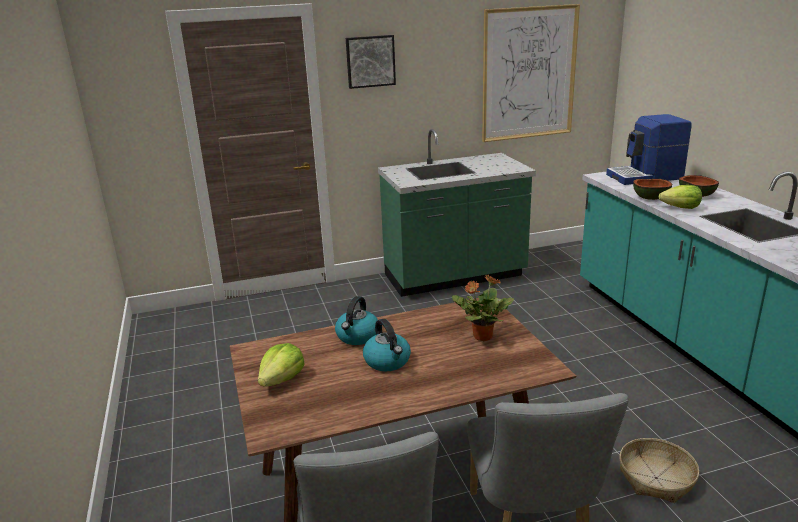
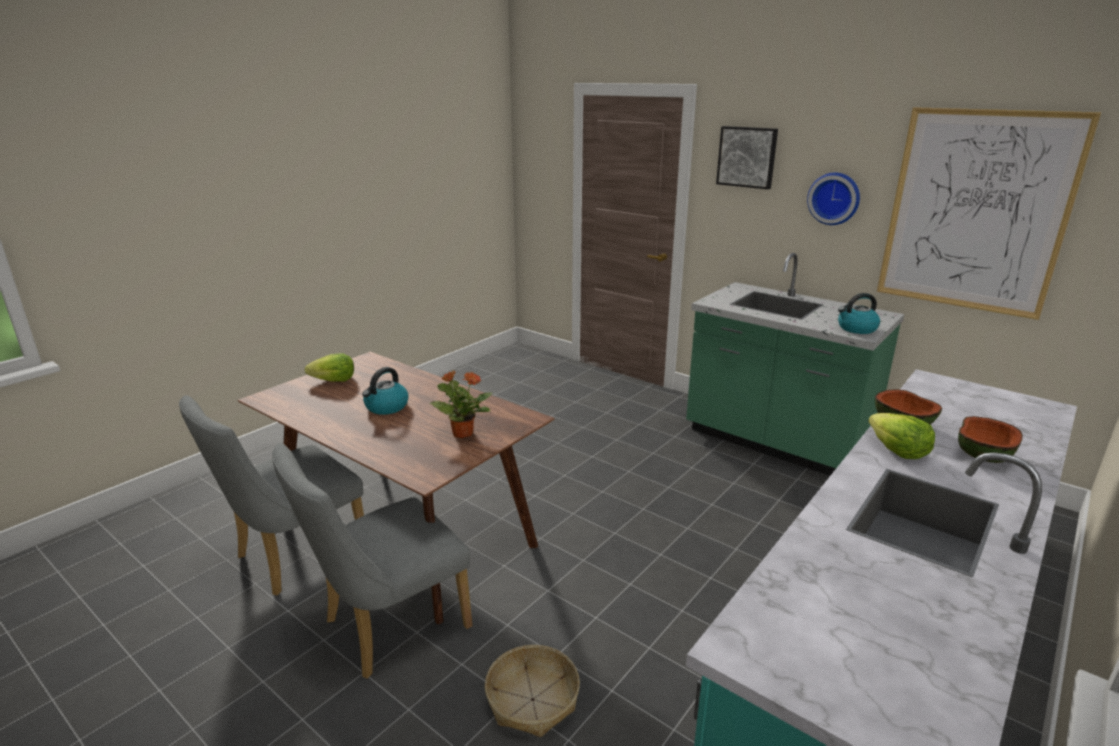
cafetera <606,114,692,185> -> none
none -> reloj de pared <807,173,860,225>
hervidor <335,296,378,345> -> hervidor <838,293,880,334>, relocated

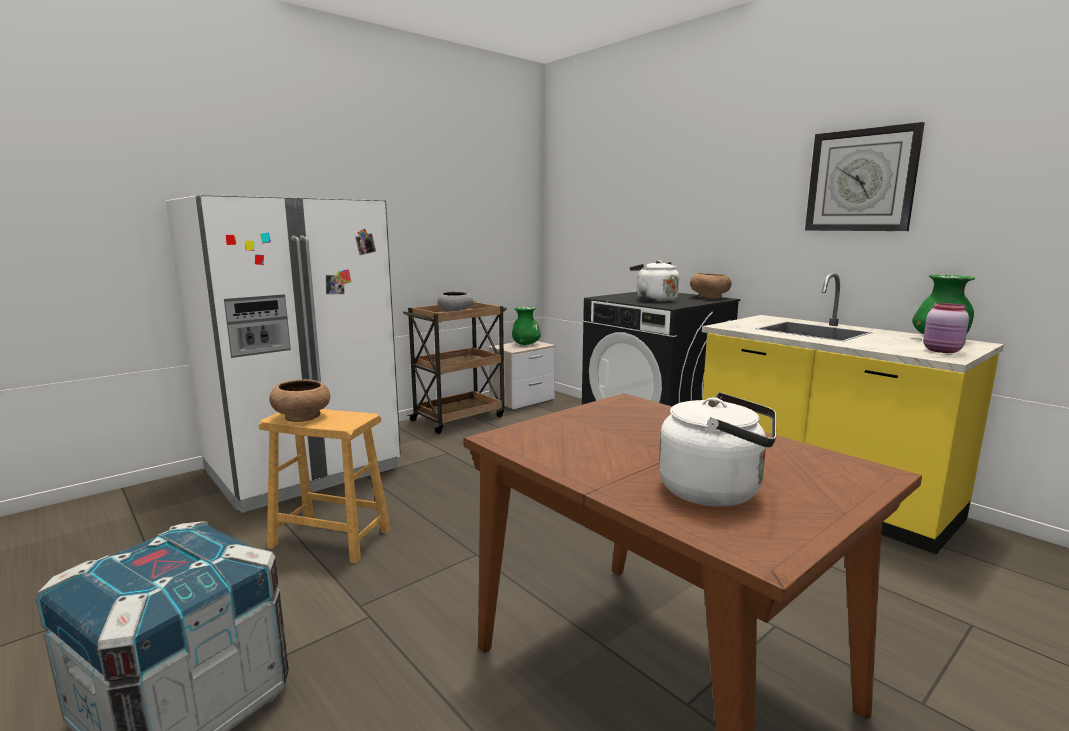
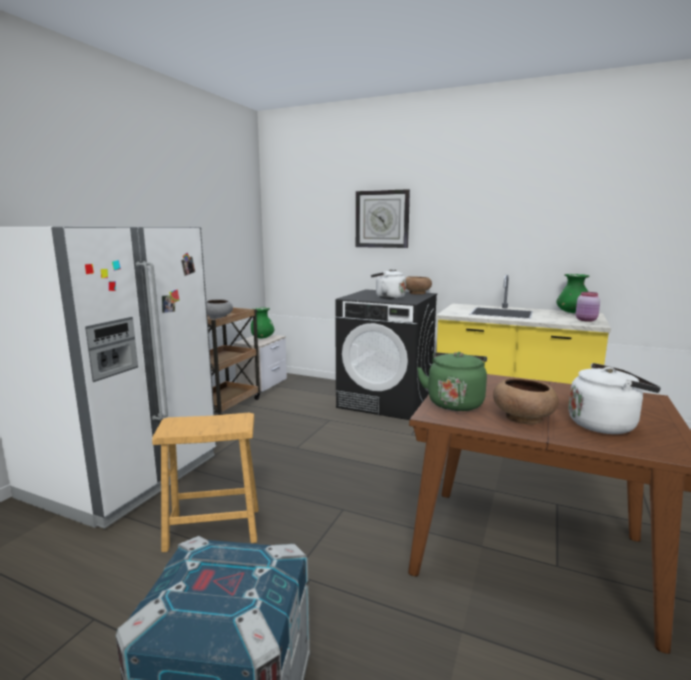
none -> hervidor/verde <417,352,487,411>
cuenco/marrón <270,379,330,422> -> cuenco/marrón <493,378,559,424>, relocated
reloj de pared <805,122,925,231> -> reloj de pared <356,189,410,248>, relocated

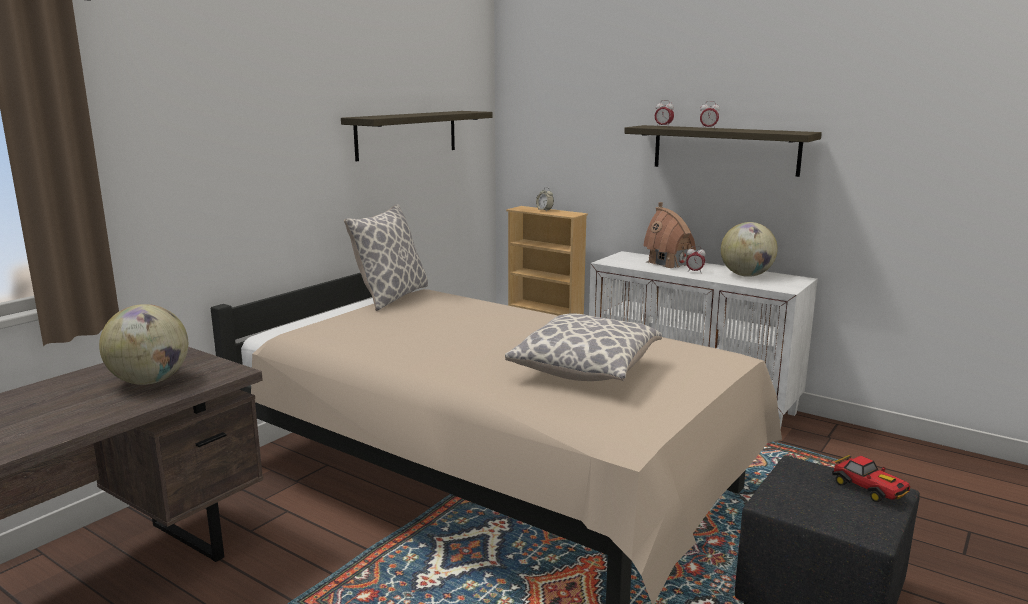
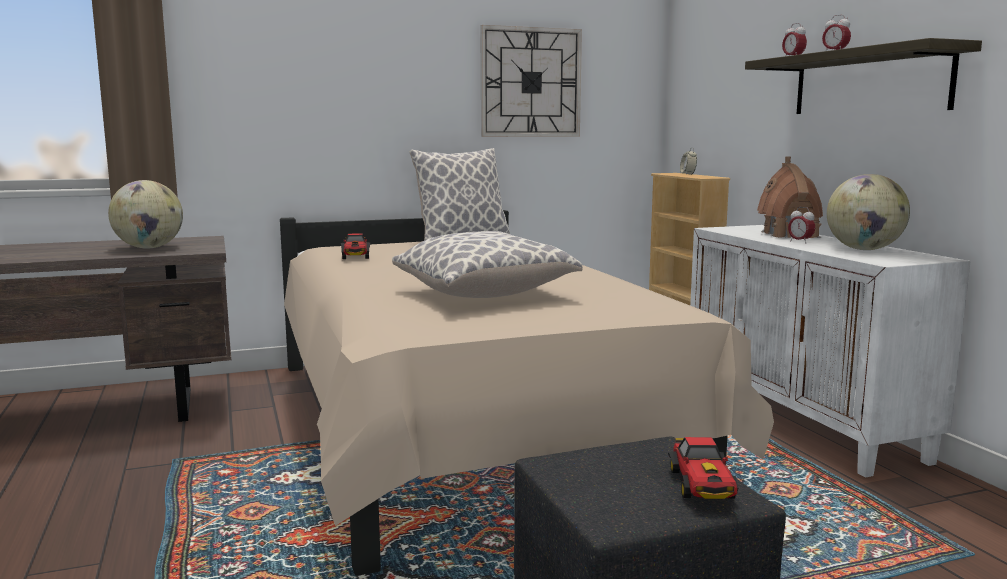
none -> coche de juguete <341,233,370,259>
estante <341,111,493,162> -> reloj de pared <480,25,582,137>

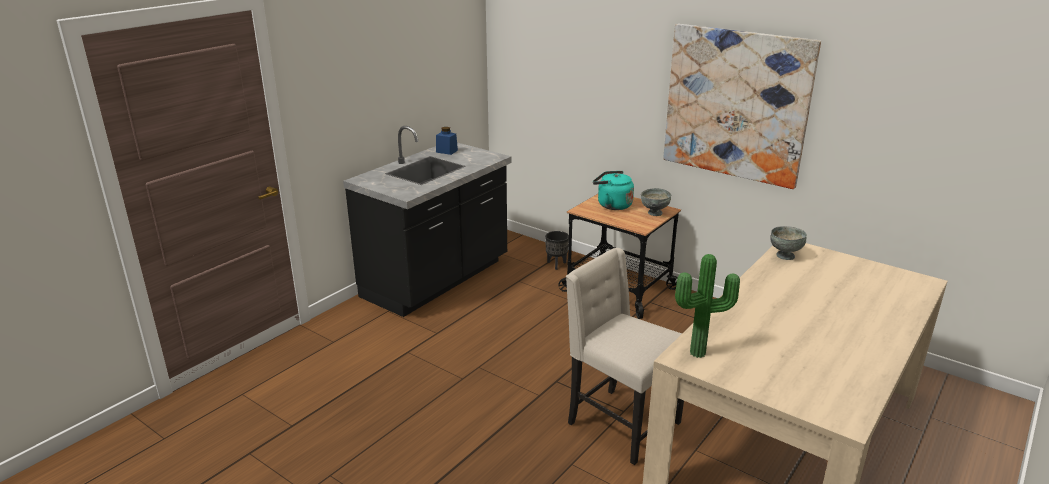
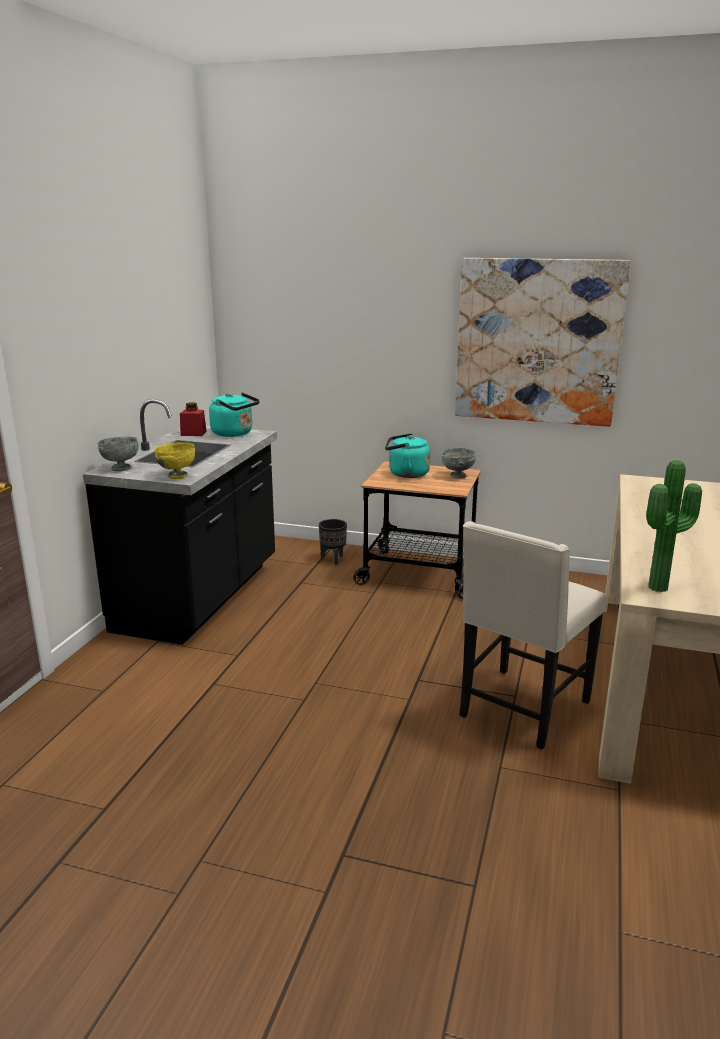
none -> cuenco/amarillo <155,442,195,479>
none -> hervidor/turquesa <209,392,260,437>
cuenco/gris <771,226,807,260> -> cuenco/gris <98,436,139,471>, relocated
tarro/azul <436,127,458,155> -> tarro/rojo <180,402,207,436>
silla/beis <566,248,684,465> -> silla/beis <460,521,606,750>, 75 degrees counterclockwise

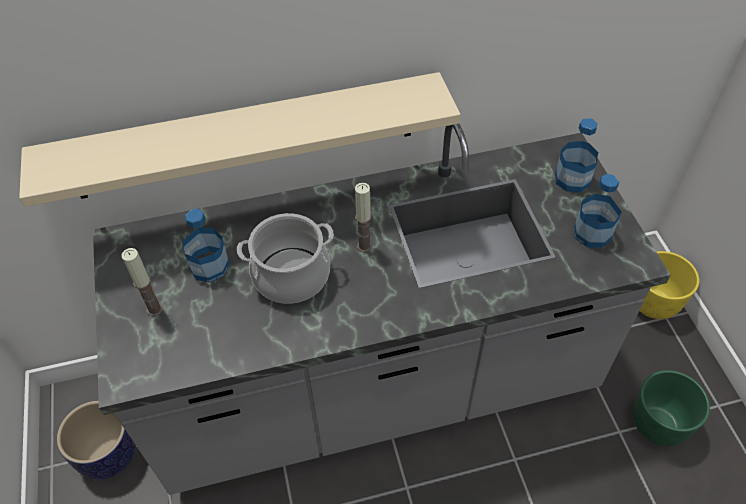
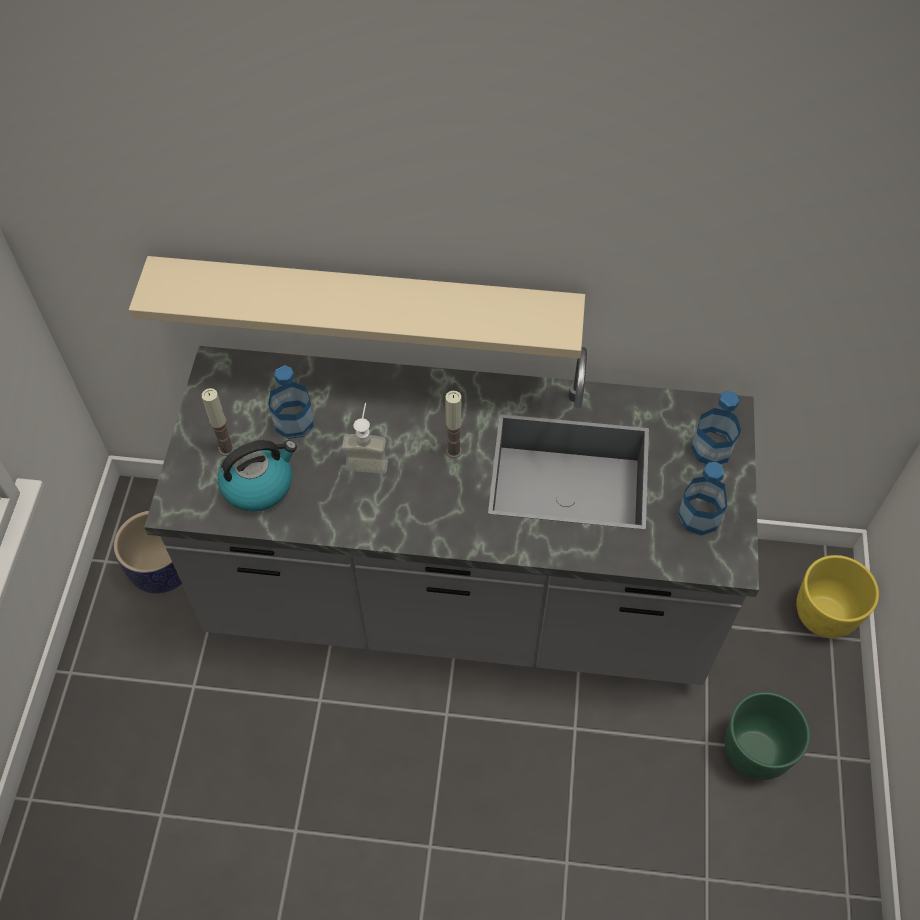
none -> hervidor <218,440,297,512>
olla <237,213,334,304> -> dispensador de jabón <342,403,388,474>

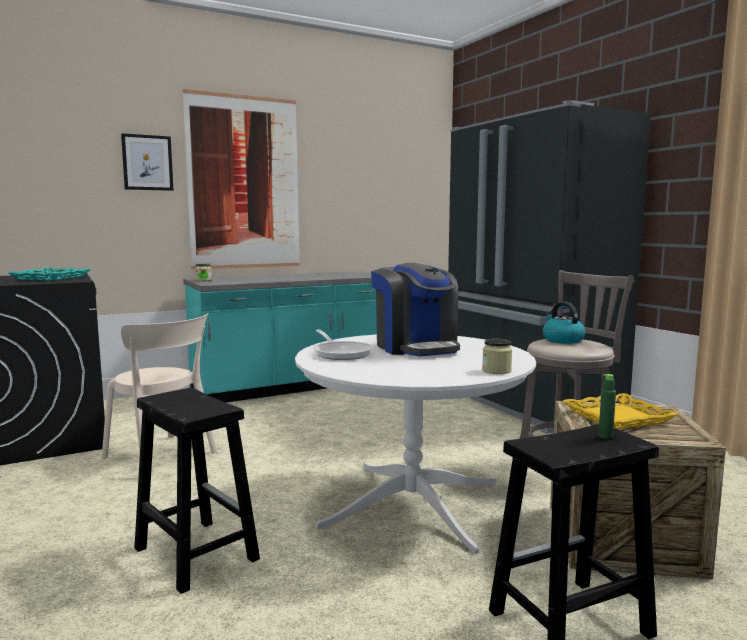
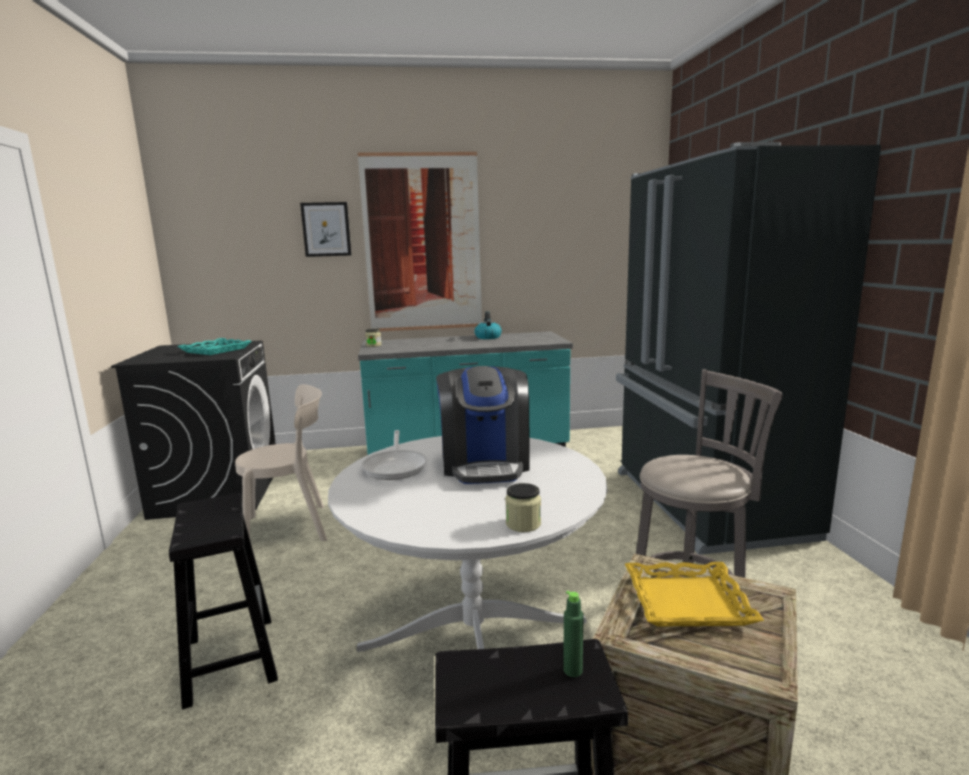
hervidor <543,302,586,344> -> hervidor <474,311,502,339>, relocated
silla/beis <102,313,217,459> -> silla/beis <235,385,327,541>, 75 degrees counterclockwise

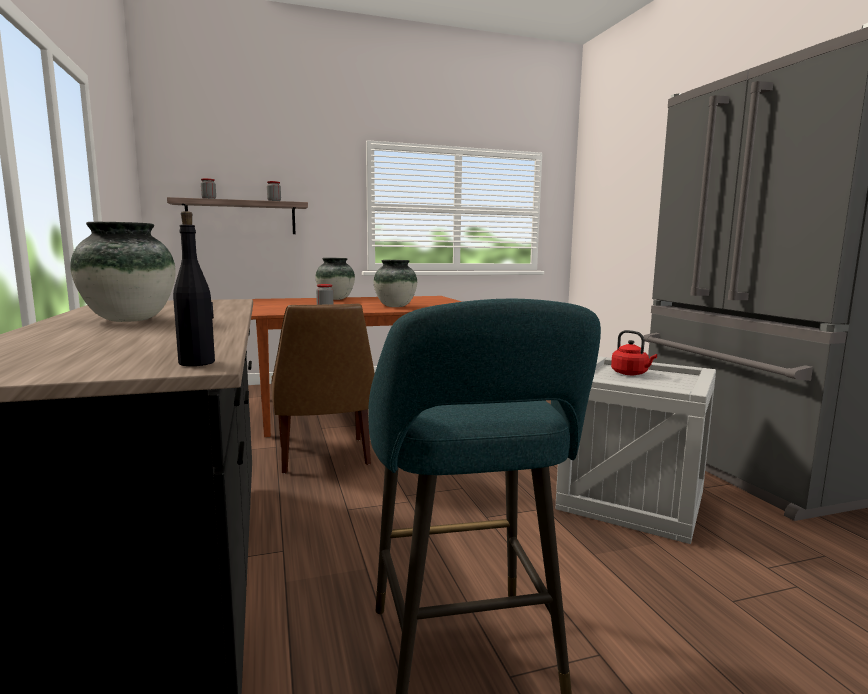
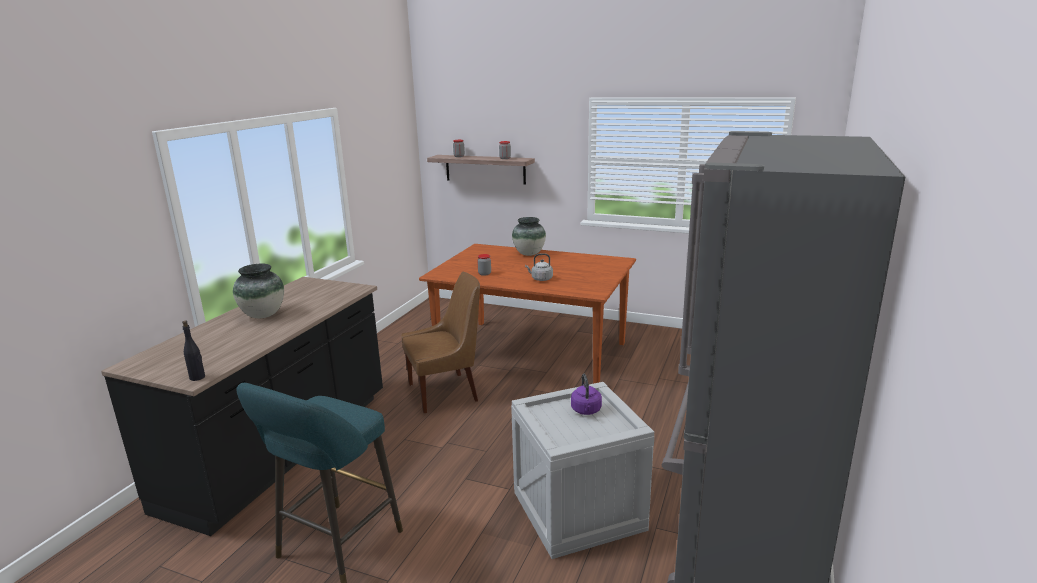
florero <374,260,417,307> -> hervidor/gris <525,253,553,281>
hervidor/rojo <611,330,657,375> -> hervidor/morado <571,374,602,415>
silla/marrón <271,304,375,474> -> silla/marrón <401,272,480,413>, 135 degrees counterclockwise

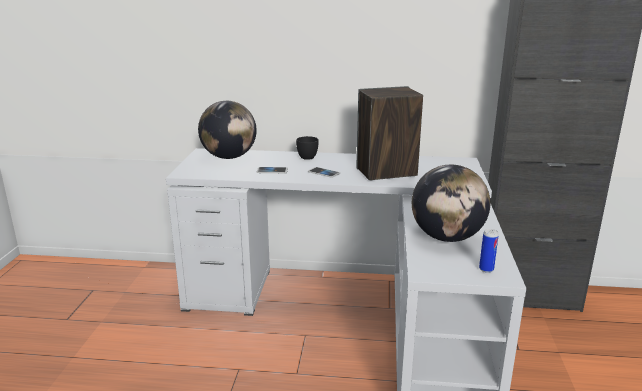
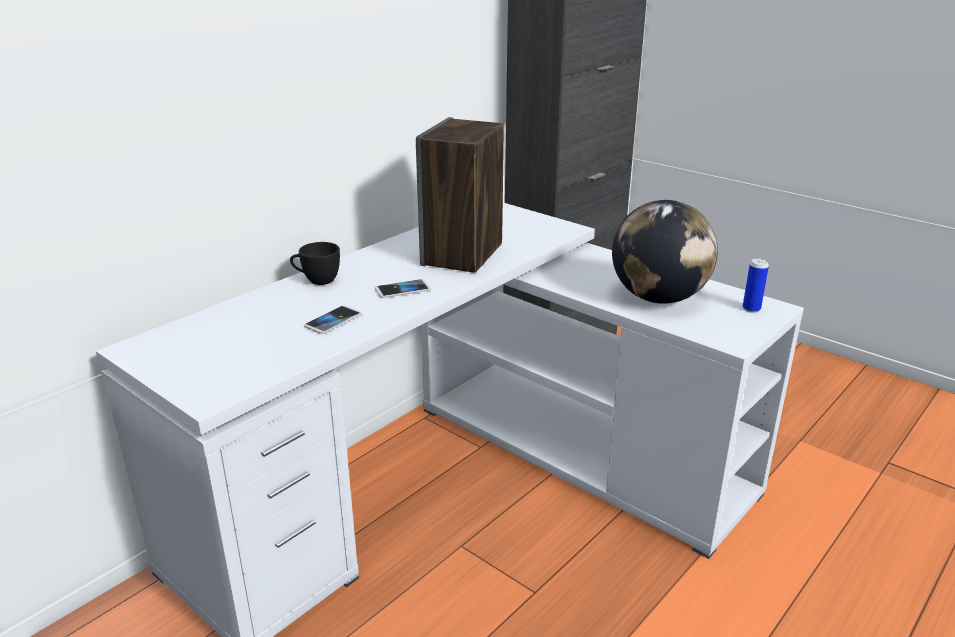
globo terráqueo <198,101,257,159> -> none

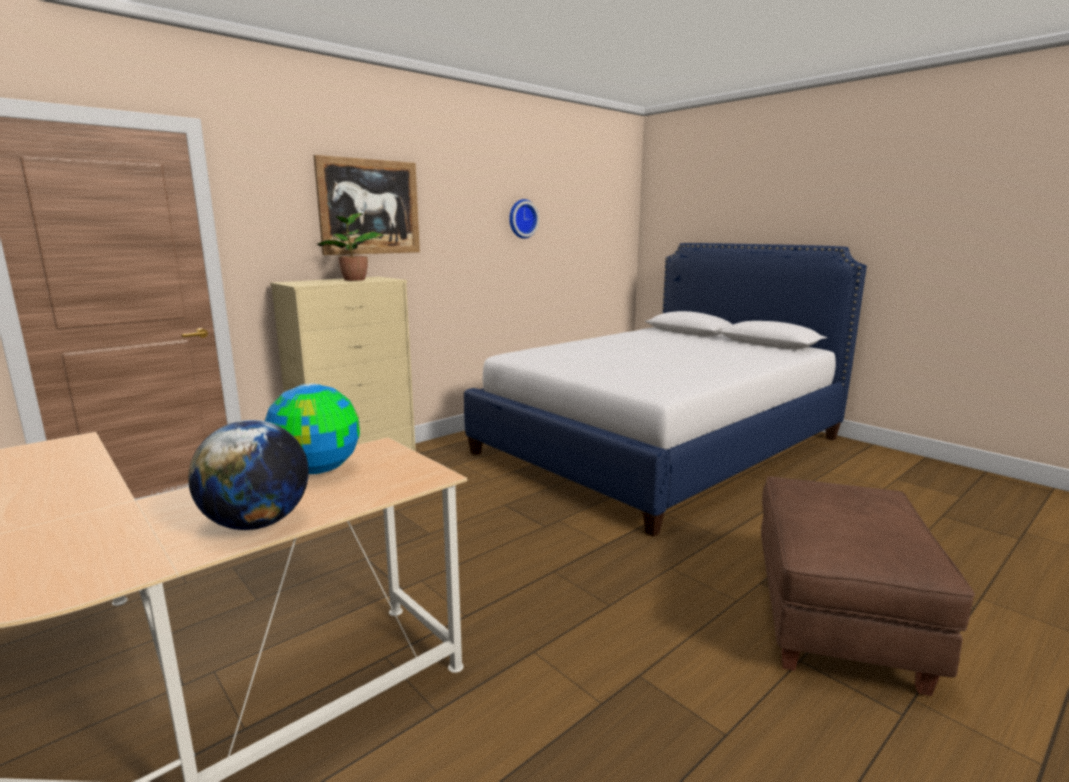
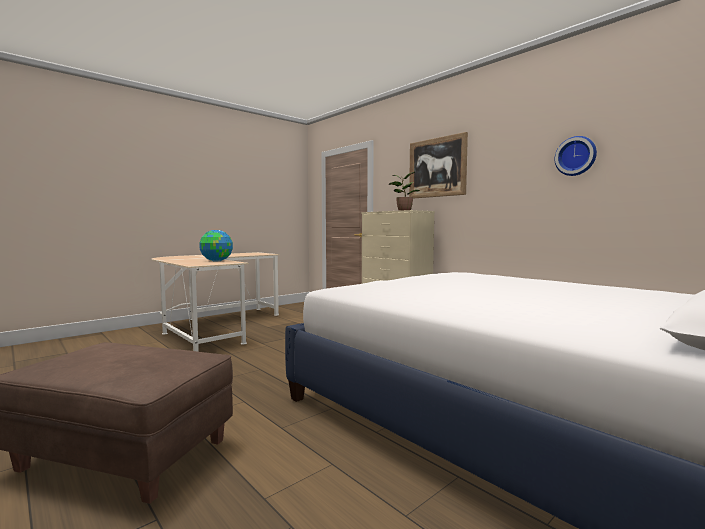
globo terráqueo <188,420,309,530> -> none

